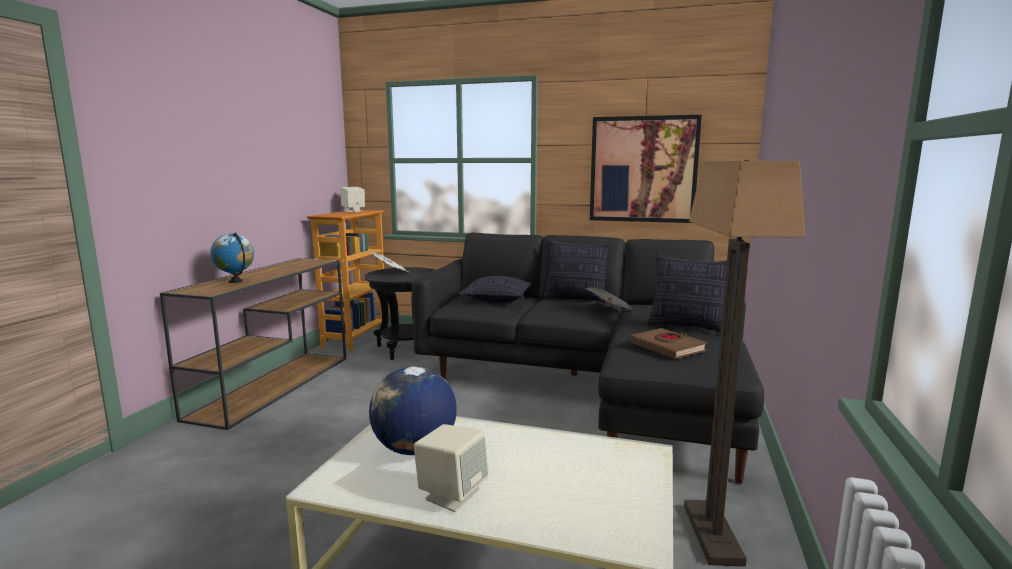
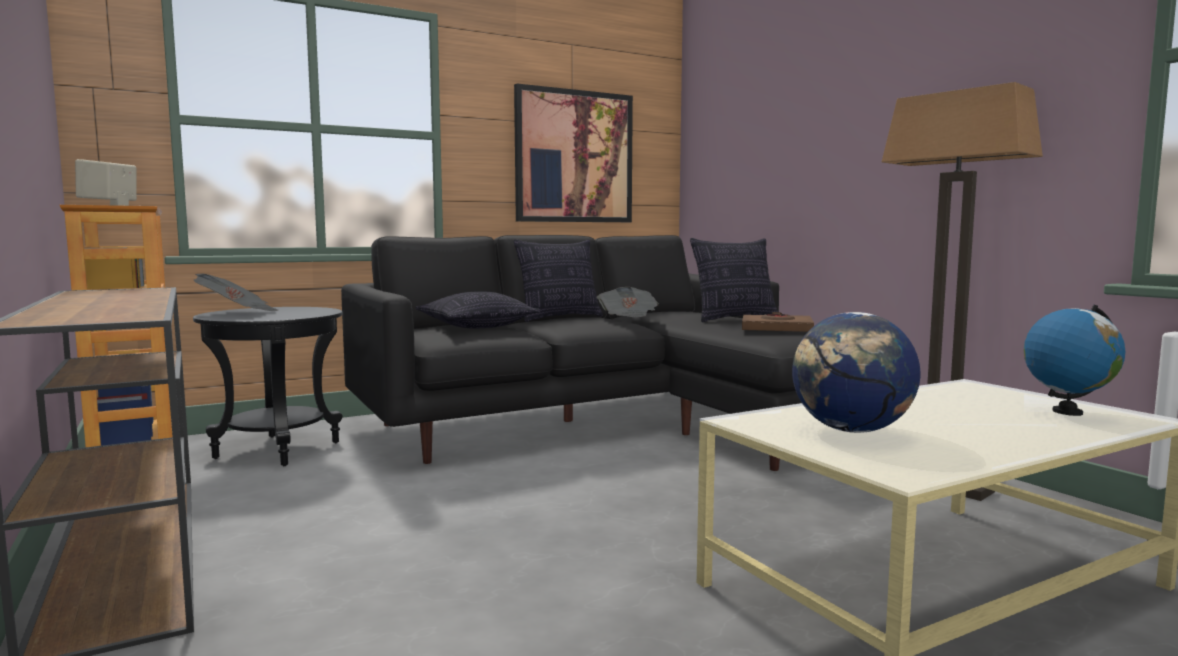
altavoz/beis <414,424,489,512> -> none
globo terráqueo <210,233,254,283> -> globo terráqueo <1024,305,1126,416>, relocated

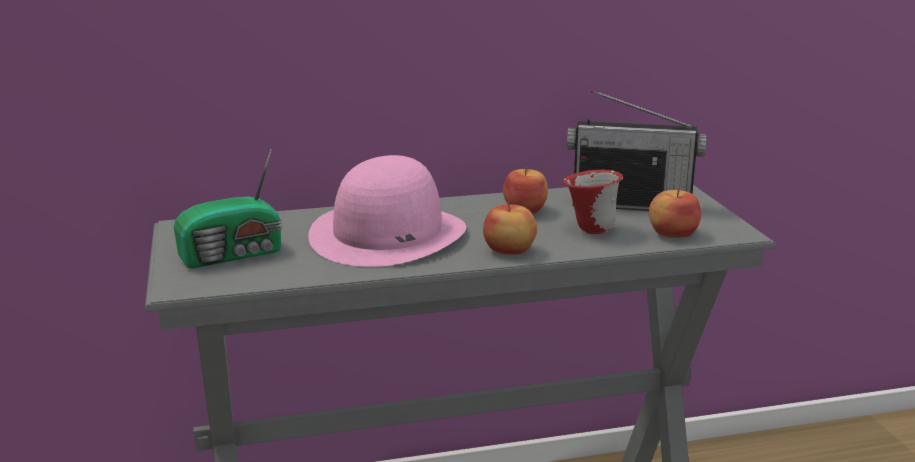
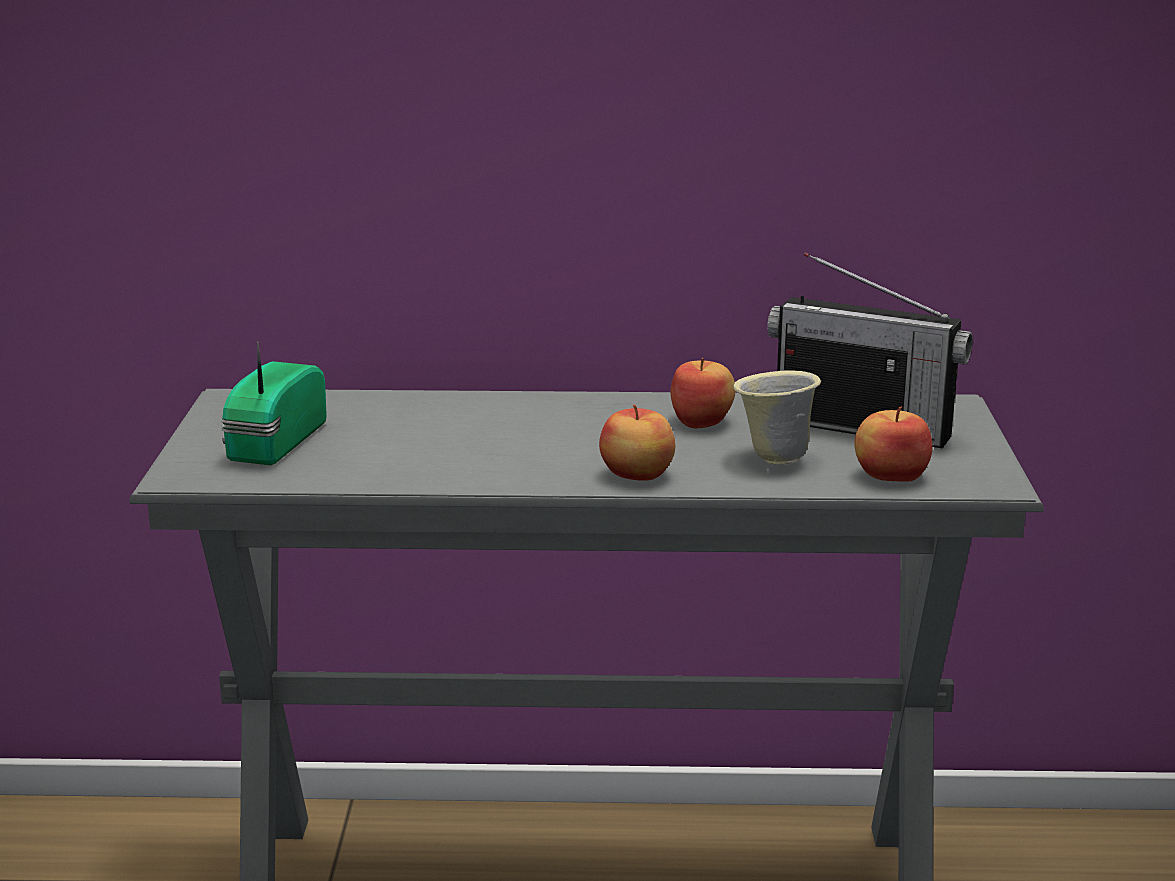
sombrero/rosa <308,155,466,267> -> none
taza grande/rojo <563,170,623,234> -> taza grande/beis <733,370,821,464>
radio <174,149,282,269> -> radio <221,342,327,465>, 120 degrees clockwise

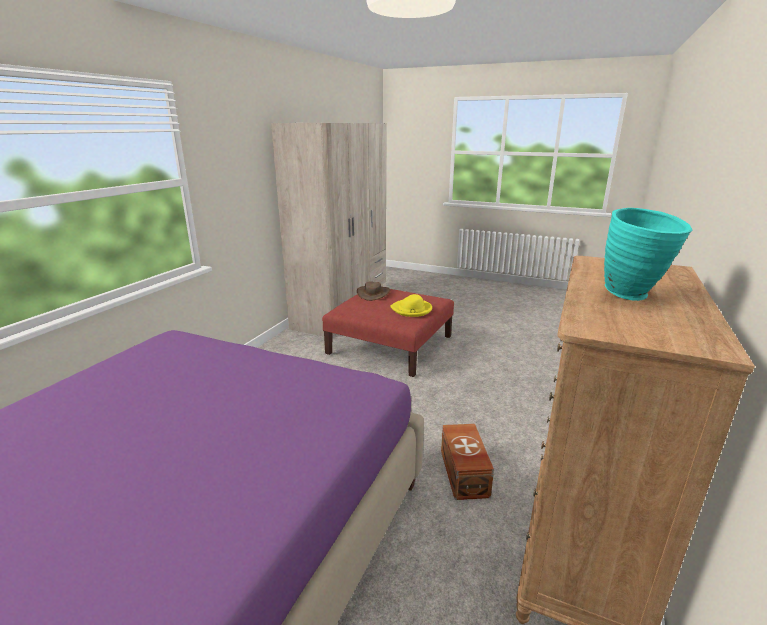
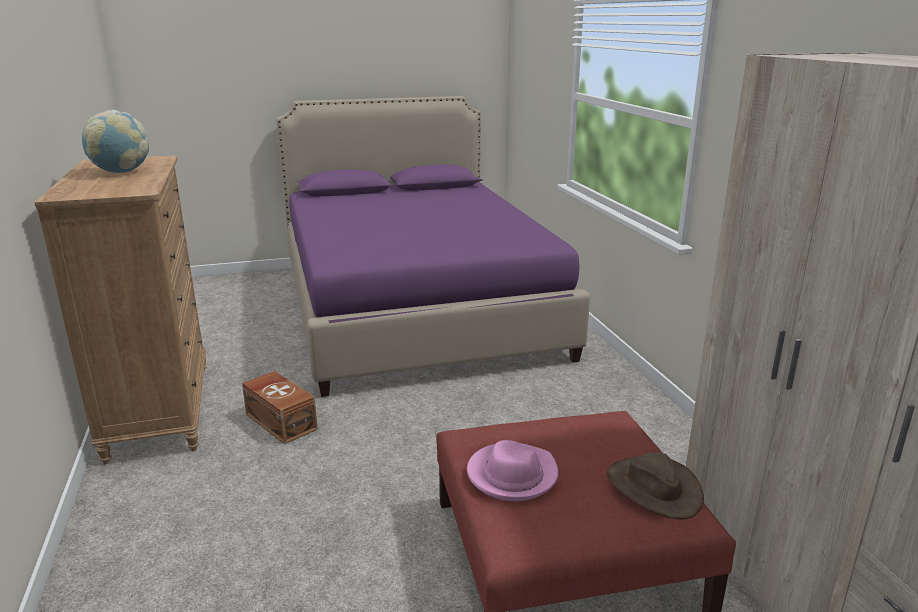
florero/turquesa <604,208,692,301> -> globo terráqueo <82,110,149,173>
sombrero/amarillo <391,294,432,317> -> sombrero/rosa <467,440,559,501>

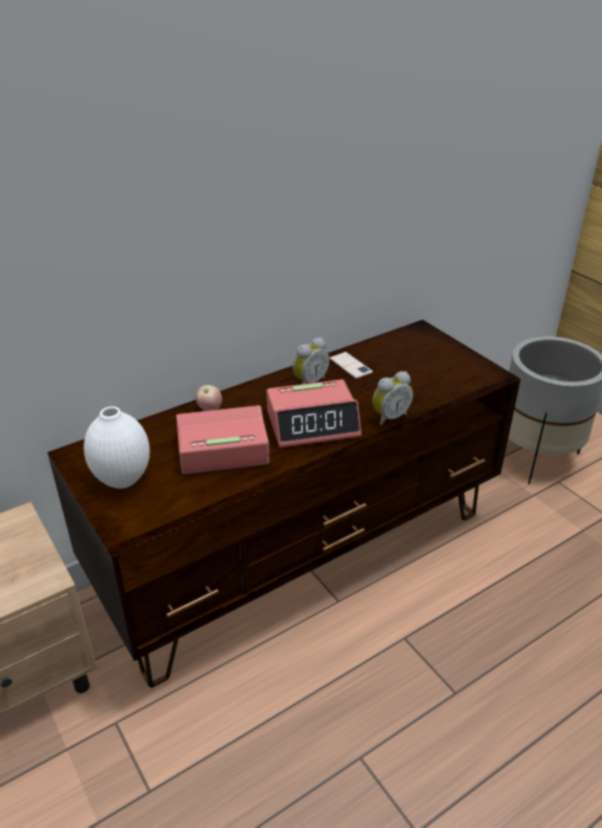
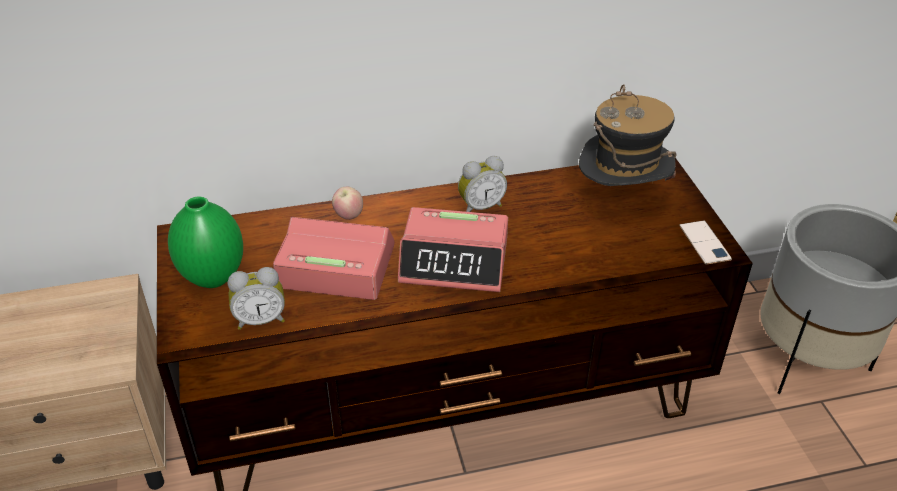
none -> sombrero <579,84,677,186>
móvil <330,352,373,379> -> móvil <679,220,732,265>, relocated
despertador <372,371,413,426> -> despertador <228,267,285,330>, relocated
florero/blanco <84,406,150,489> -> florero/verde <168,196,243,288>

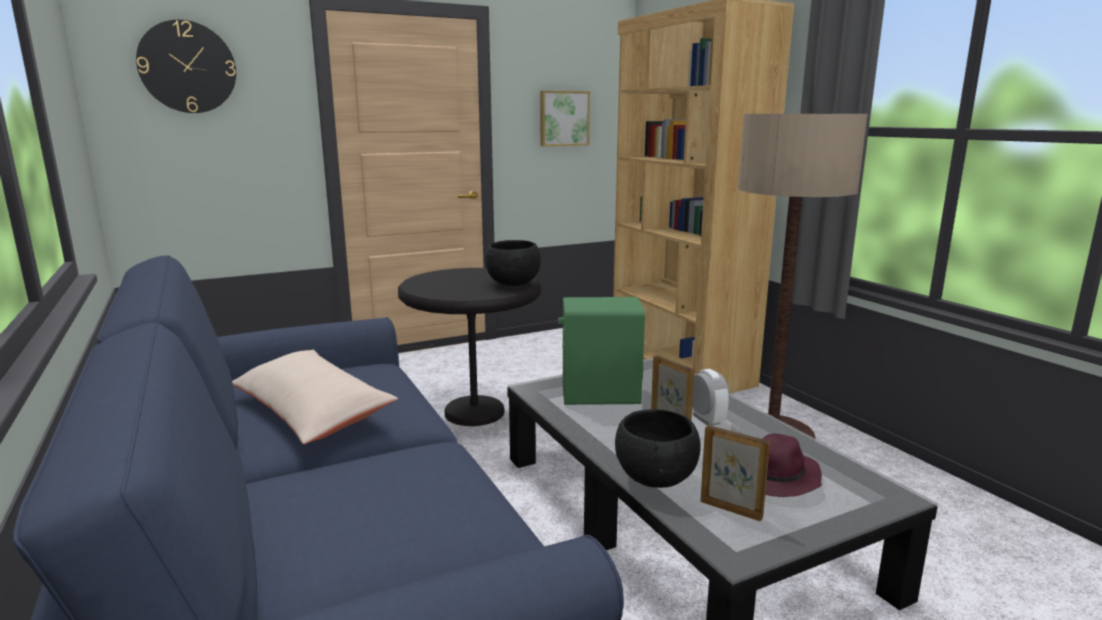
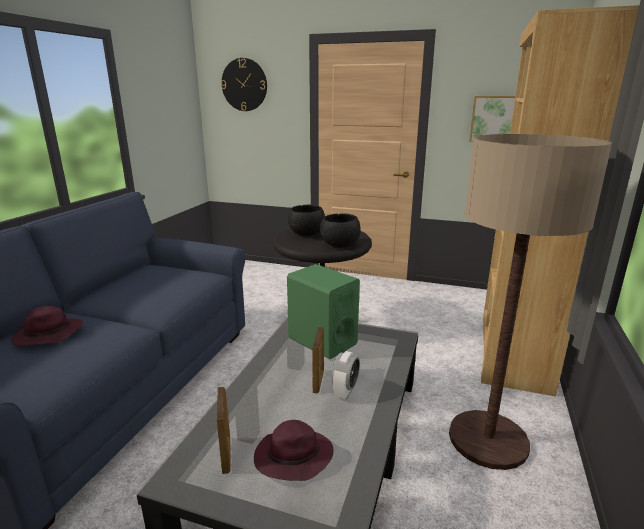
cojín/beis <232,350,398,444> -> none
none -> sombrero/morado <11,306,83,346>
cuenco/negro <615,409,701,488> -> cuenco/negro <288,205,325,236>, relocated

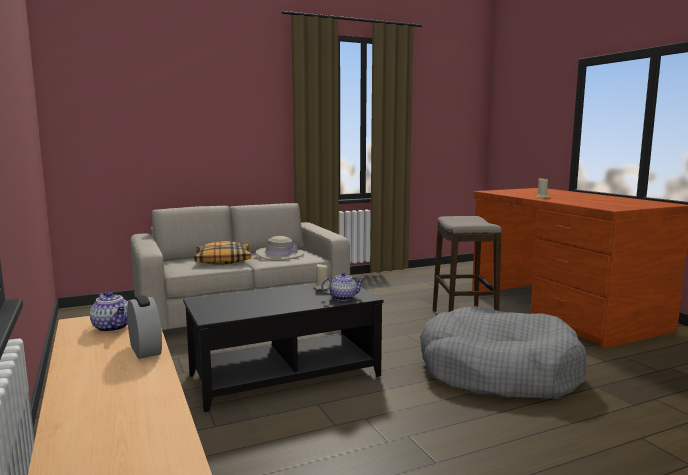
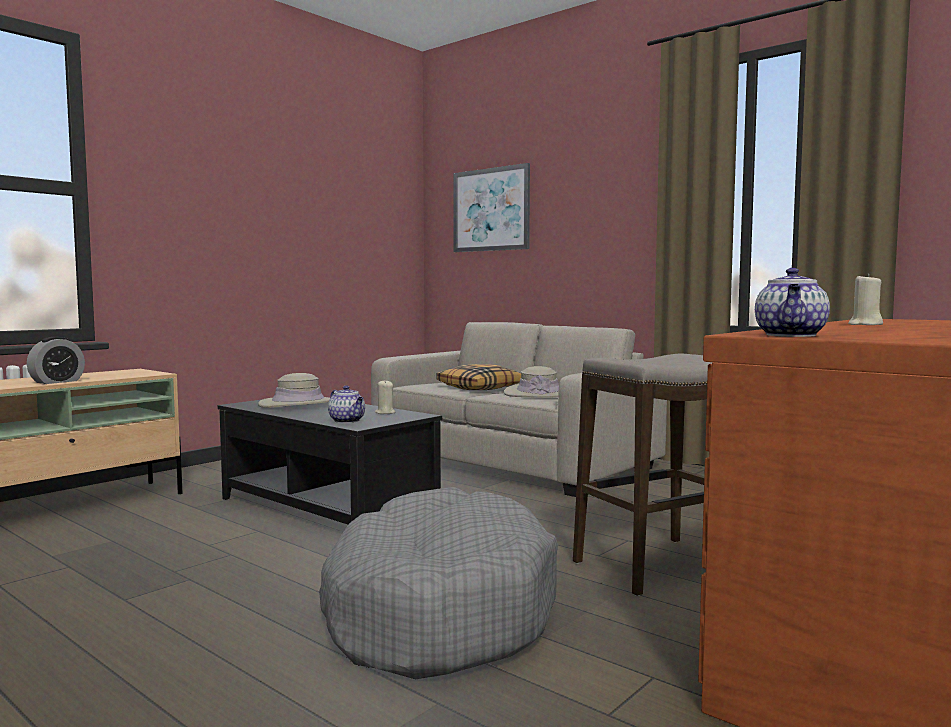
none -> sombrero/beis <258,373,330,408>
none -> cuadro <453,163,530,252>
tetera <90,291,128,332> -> tetera <755,268,830,337>, relocated

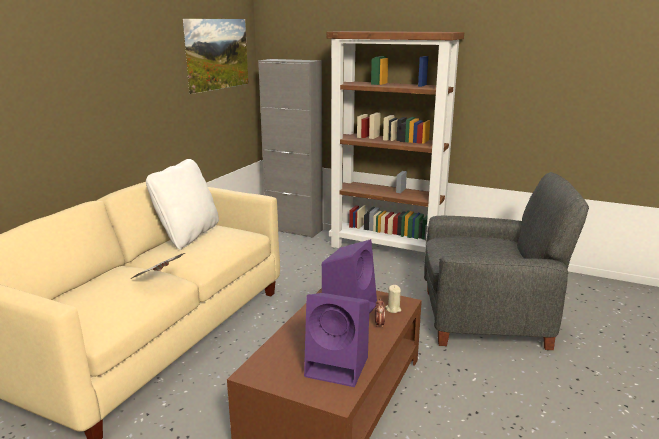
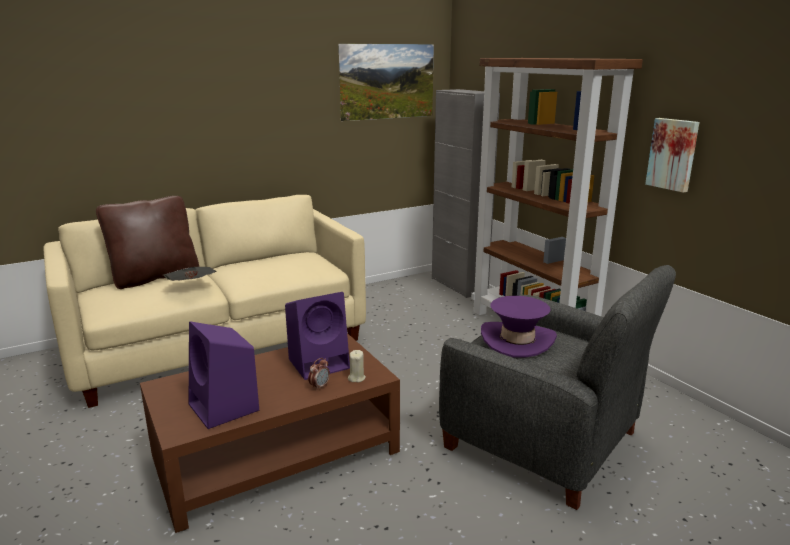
cojín/blanco <146,159,219,250> -> none
none -> cojín/marrón <96,196,199,289>
none -> sombrero/morado <481,296,557,358>
none -> cuadro <645,118,700,193>

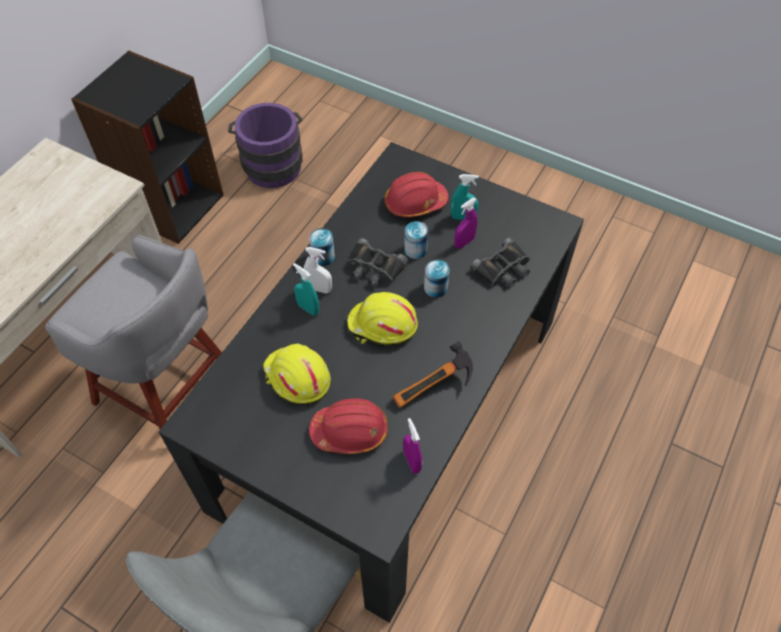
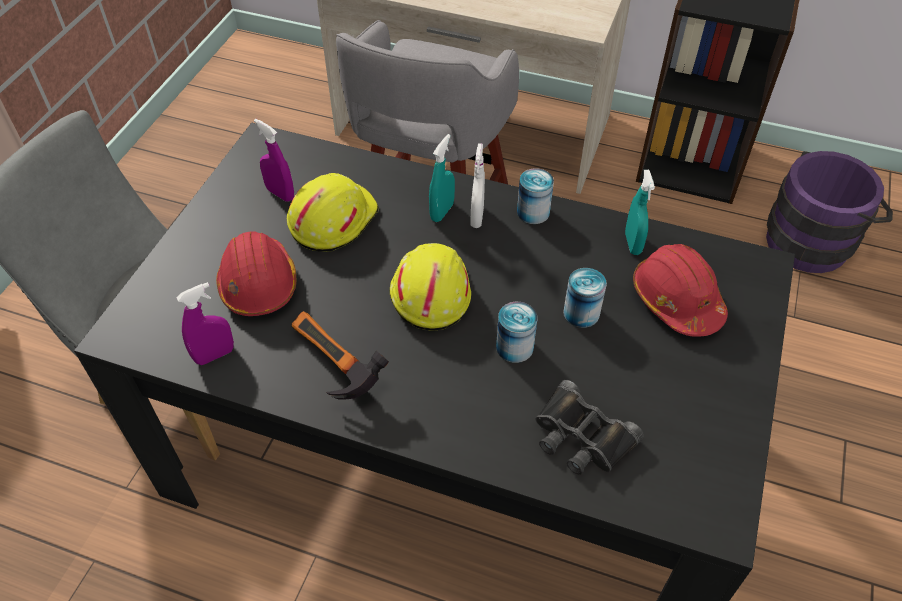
prismáticos/negro <347,238,408,287> -> none
pulverizador/turquesa <451,174,479,220> -> pulverizador/turquesa <625,170,655,255>, relocated
pulverizador/morado <454,198,477,249> -> pulverizador/morado <254,118,294,202>, relocated

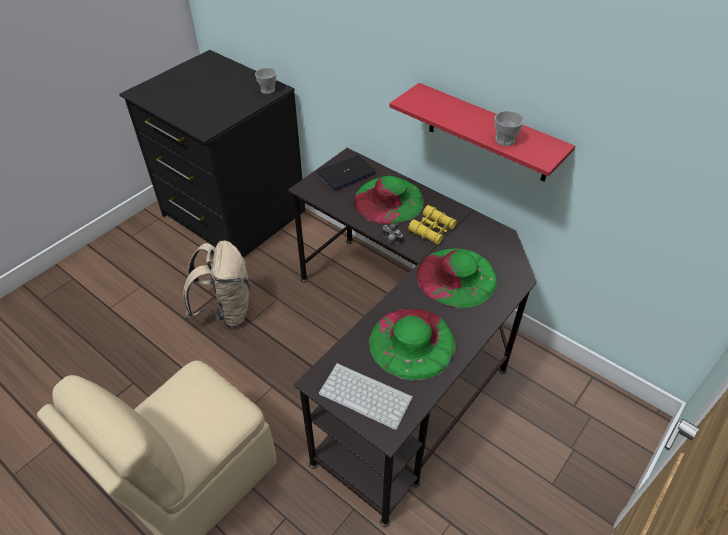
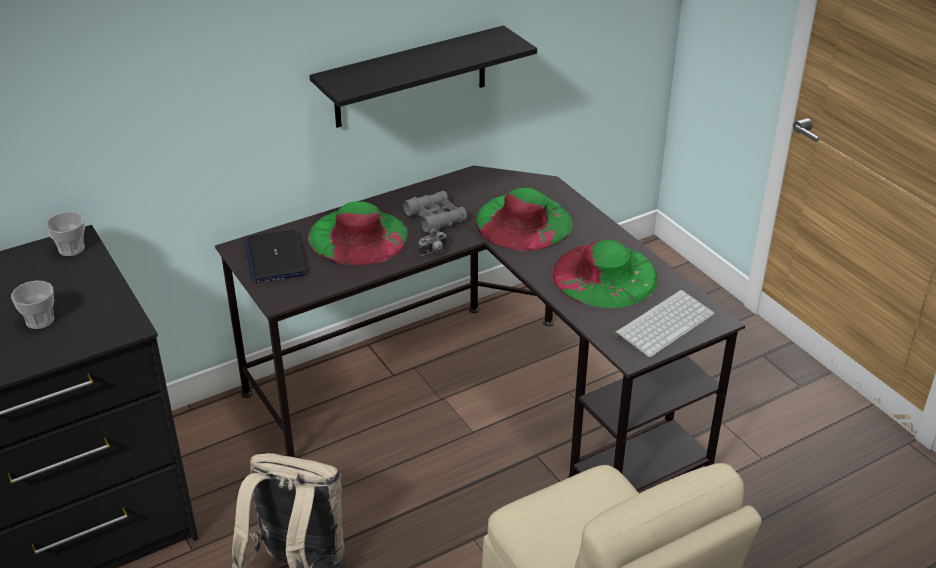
taza <495,111,524,146> -> taza <11,280,54,329>, relocated
estante/rojo <389,83,575,182> -> estante/negro <309,25,537,128>
prismáticos/amarillo <408,205,457,245> -> prismáticos/gris <403,191,467,233>

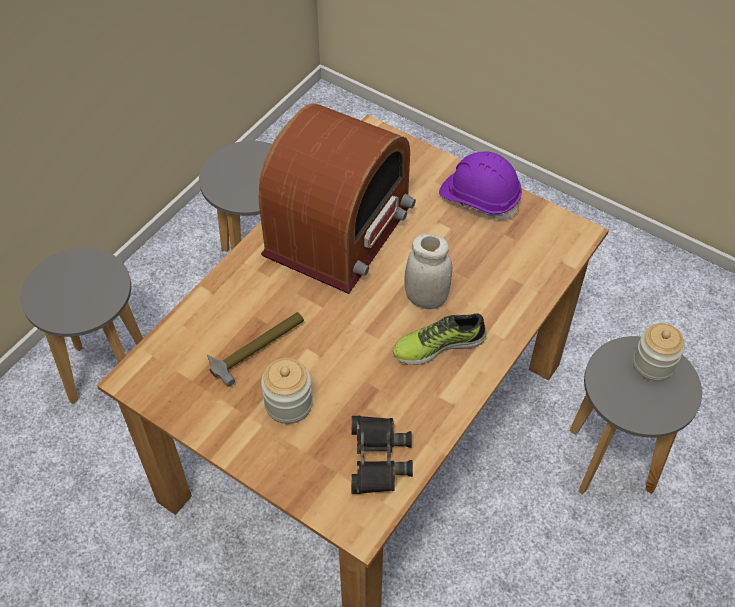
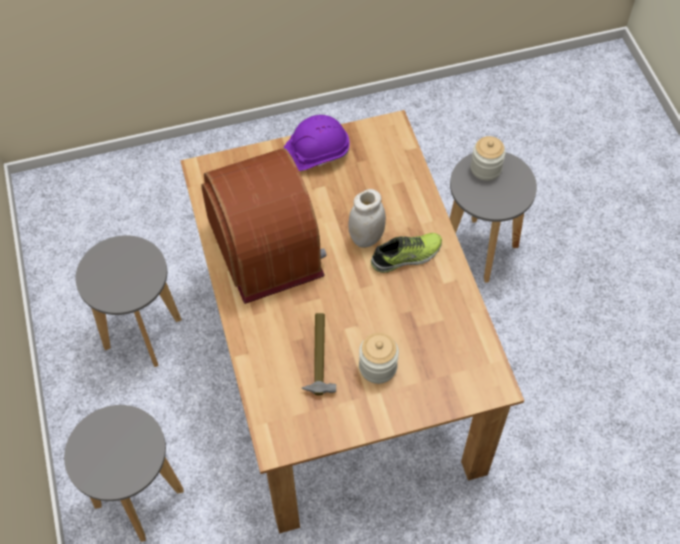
prismáticos/negro <351,415,413,494> -> none
zapato <393,313,487,365> -> zapato <371,233,442,273>, 135 degrees counterclockwise

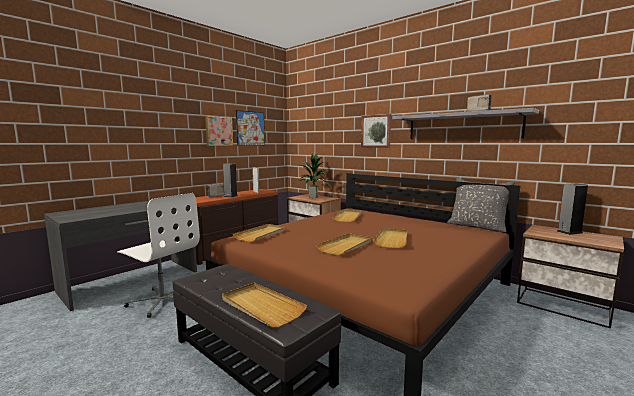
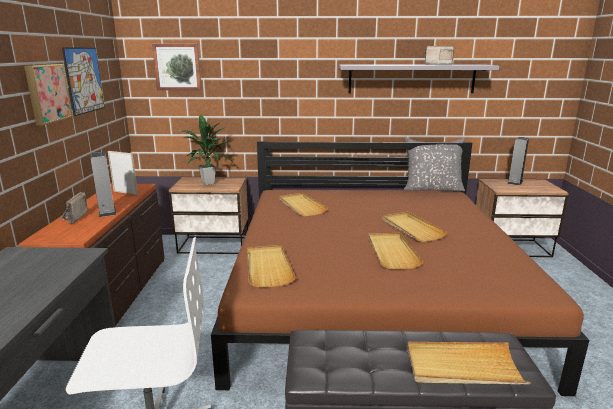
cuadro <361,114,391,148> -> cuadro <152,44,201,90>, relocated

